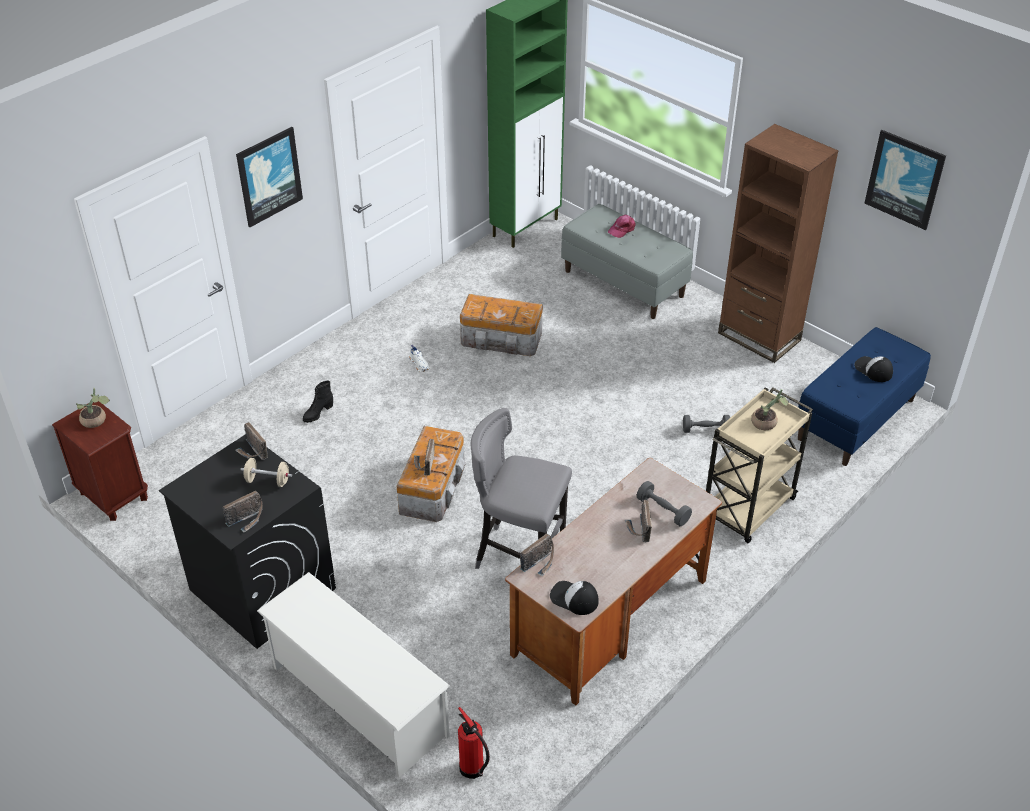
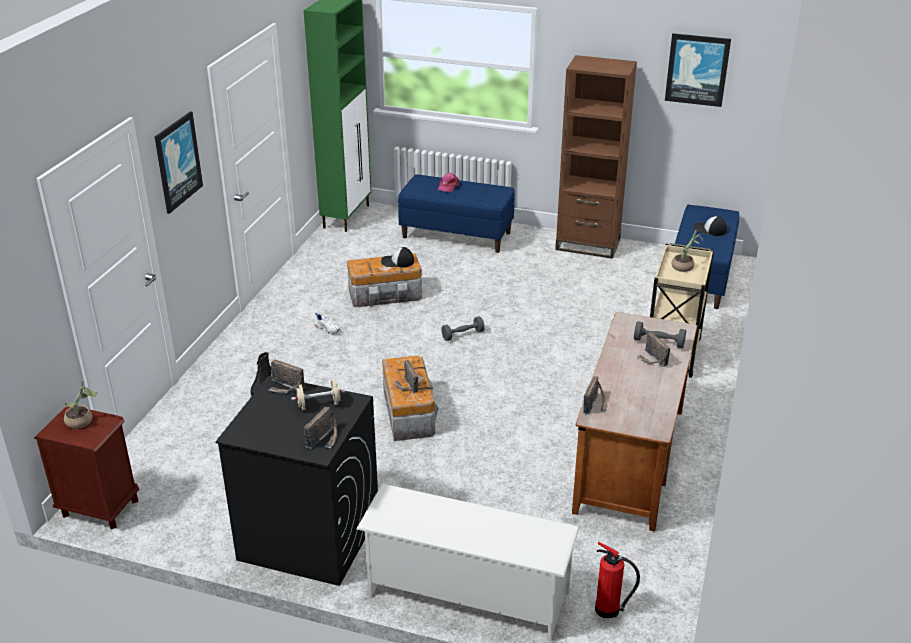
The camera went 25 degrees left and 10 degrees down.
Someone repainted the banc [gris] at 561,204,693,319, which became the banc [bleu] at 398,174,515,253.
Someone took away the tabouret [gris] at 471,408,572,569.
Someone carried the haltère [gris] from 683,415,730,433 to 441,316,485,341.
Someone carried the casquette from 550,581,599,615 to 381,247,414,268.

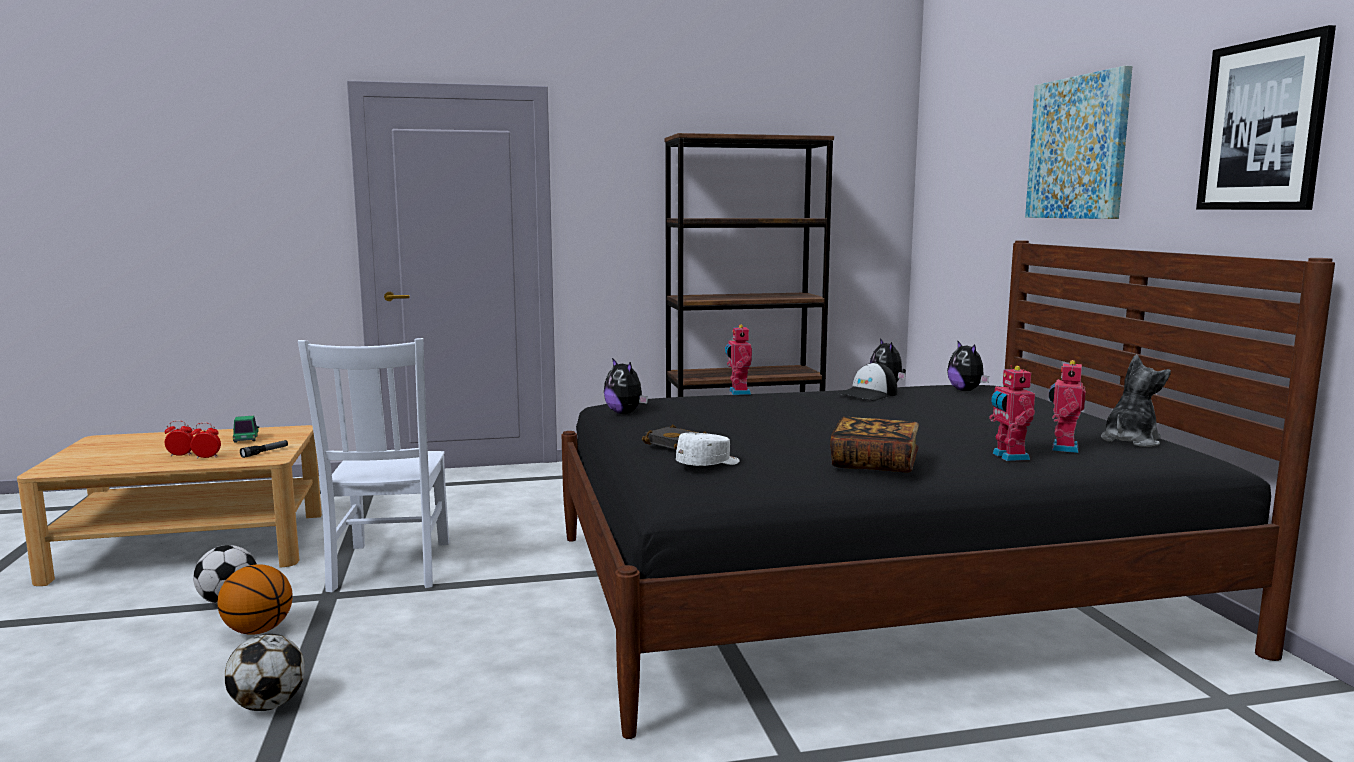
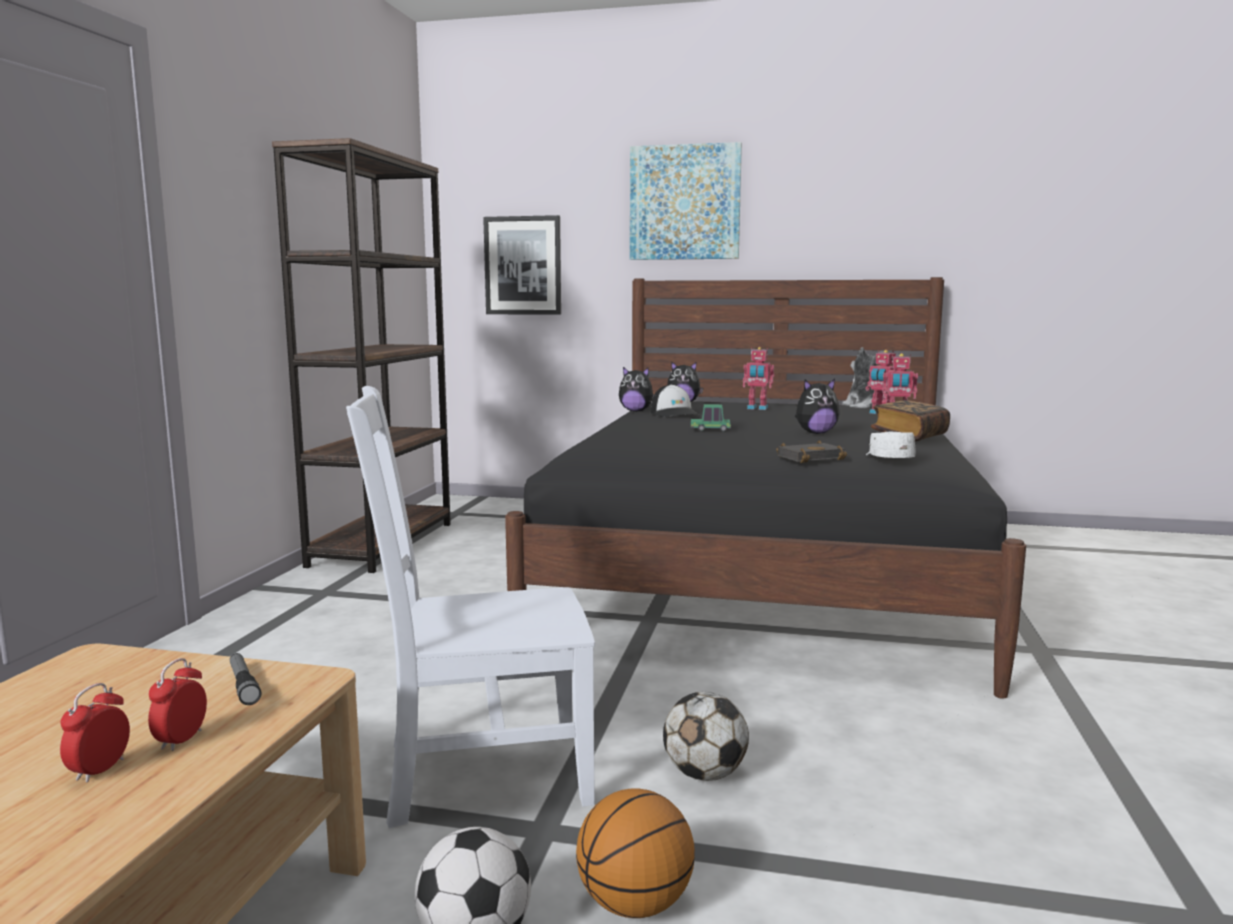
The camera went 65 degrees left and 0 degrees up.
Someone carried the tableau from 1196,25,1336,210 to 483,215,561,315.
Someone carried the robot jouet from 725,325,752,395 to 743,347,775,410.
Someone rotated the chaise [blanc] at 298,338,450,592 by 150 degrees clockwise.
Someone carried the peluche from 604,358,648,414 to 795,379,840,434.
Someone carried the petite voiture from 233,416,259,443 to 691,404,731,431.
Someone carried the ballon de foot from 224,634,305,711 to 663,692,749,781.

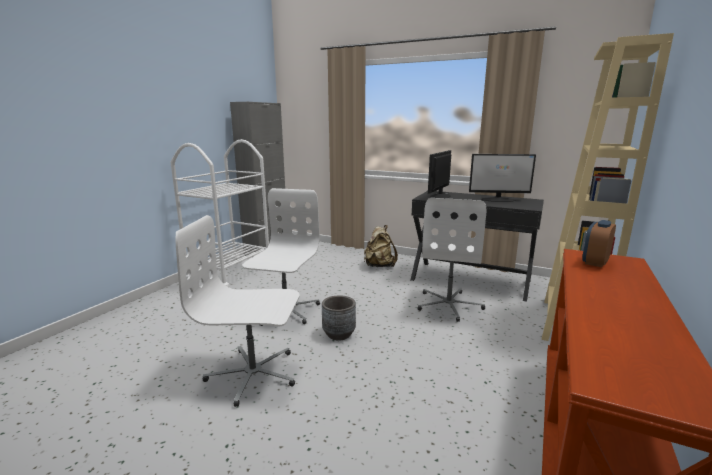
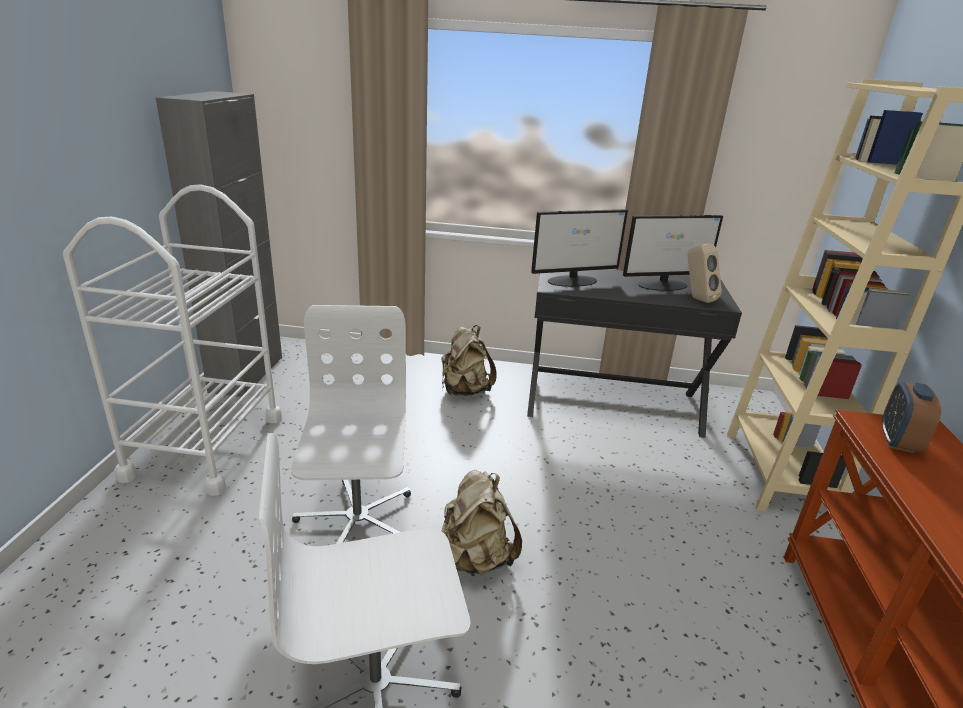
The camera went 20 degrees left and 10 degrees up.
Someone rotated the écran d'ordinateur at 428,150,451,198 by 120 degrees counterclockwise.
Someone took away the chaise de bureau [blanc] at 417,198,486,322.
Someone swapped the cache-pot [gris] at 322,296,356,341 for the sac à dos [beige] at 442,470,522,574.
Someone put down the enceinte [beige] at 687,243,722,303.

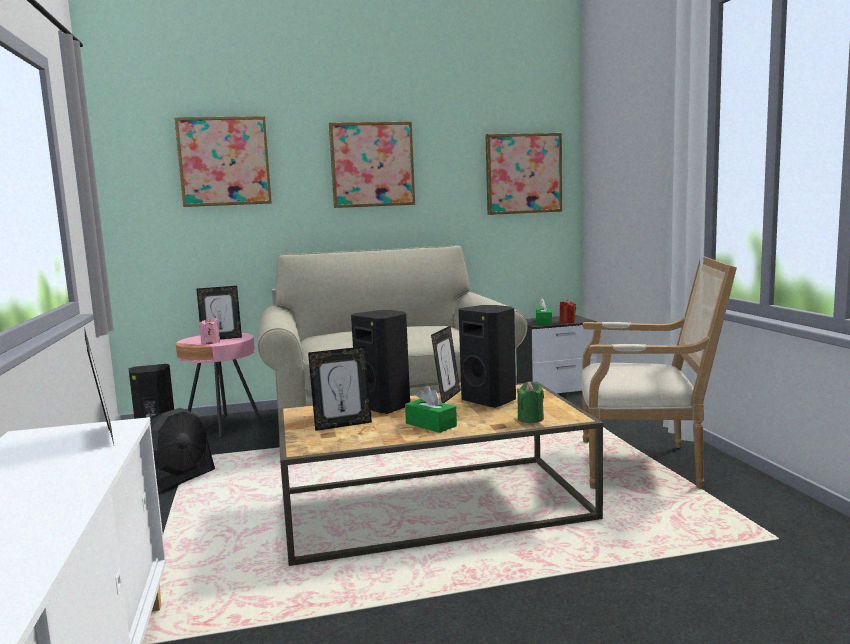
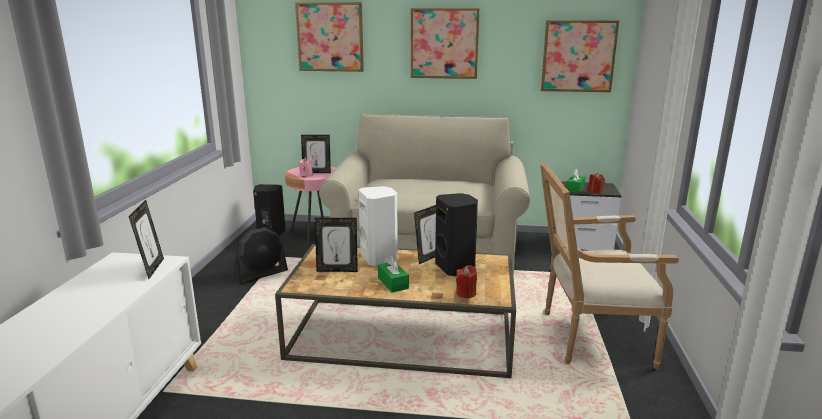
The camera went 20 degrees right and 10 degrees up.
Someone rotated the fauteuil at 581,257,737,489 by 150 degrees clockwise.
Someone repainted the enceinte [noir] at 351,310,410,414, which became the enceinte [blanc] at 358,186,398,266.
Someone repainted the bougie [vert] at 517,382,544,423, which became the bougie [rouge] at 456,265,477,298.

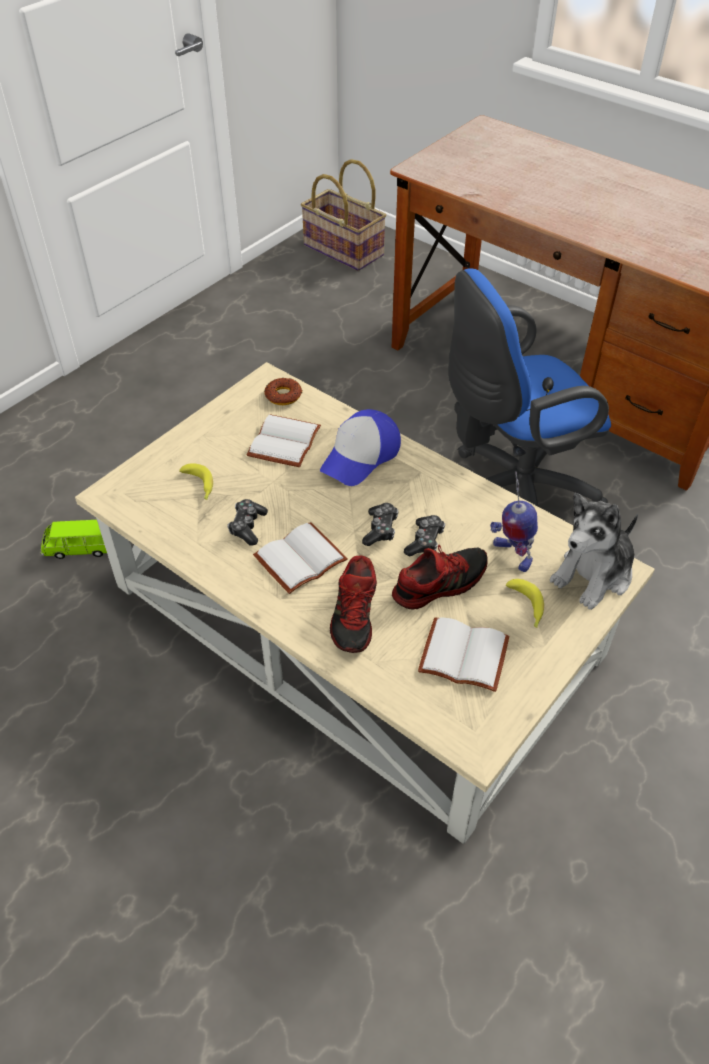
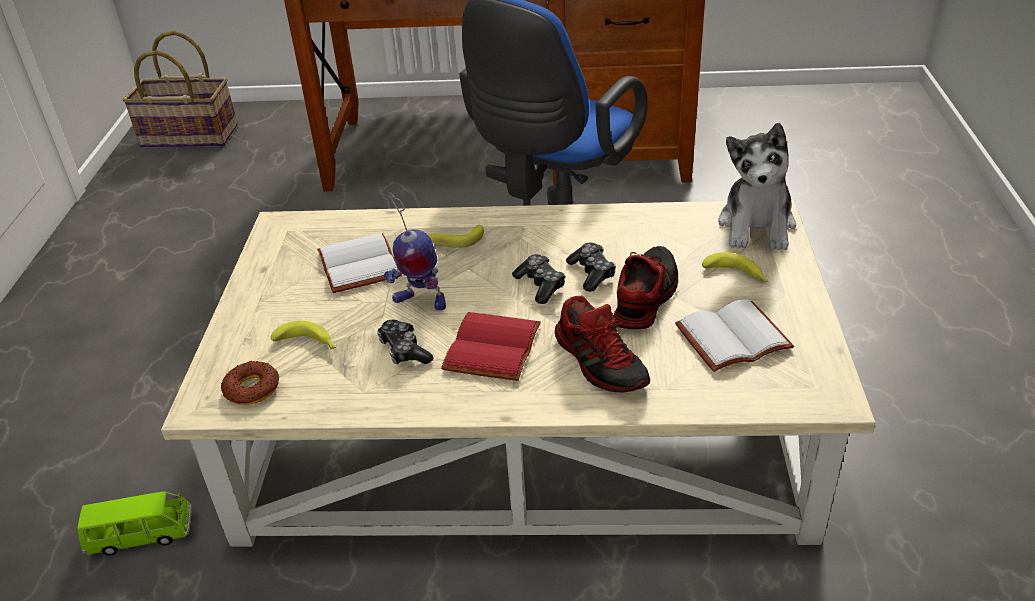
The camera went 35 degrees left and 10 degrees down.
Someone carried the beignet from 264,378,303,405 to 221,361,279,405.
Someone swapped the casquette at 320,409,401,486 for the banane at 427,225,484,248.
Someone carried the robot jouet from 490,471,538,572 to 384,192,446,311.
Someone rotated the petite voiture [vert] at 41,520,107,559 by 150 degrees counterclockwise.
Someone repainted the livre [blanc] at 253,522,348,594, which became the livre [rouge] at 441,312,541,381.

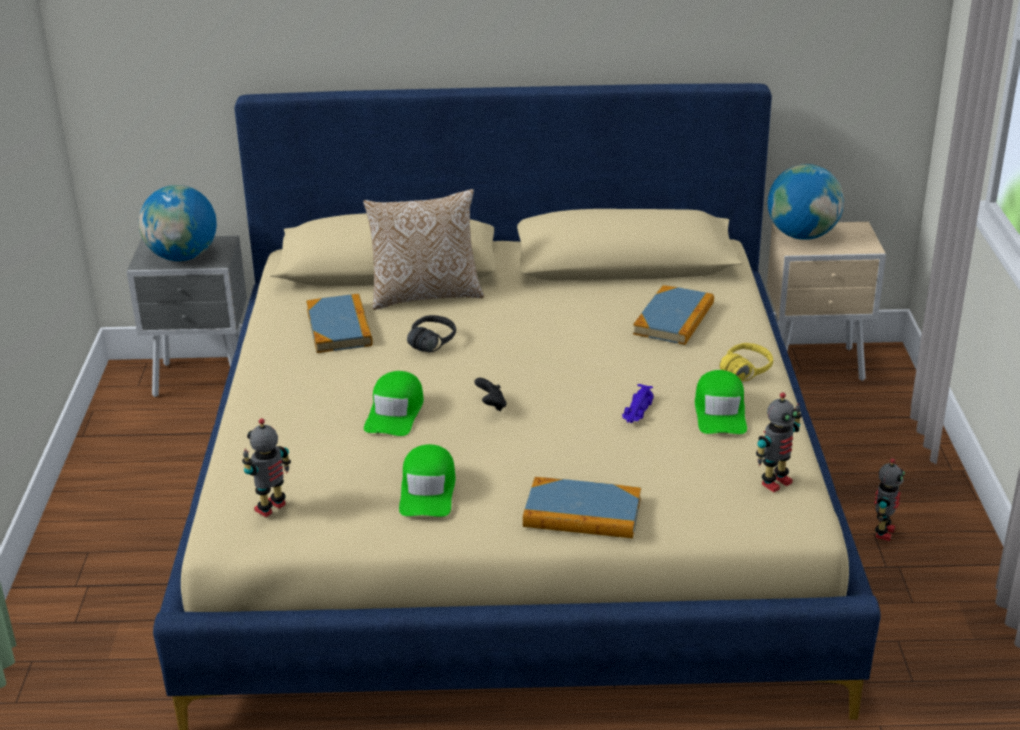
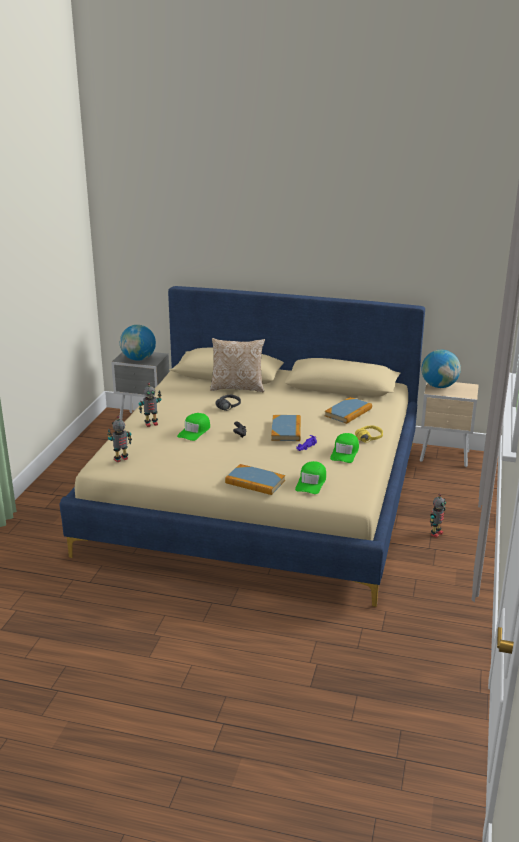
The camera went 15 degrees right and 5 degrees down.
Someone carried the livre from 306,294,373,353 to 271,415,301,441.
Someone carried the robot jouet from 756,392,802,492 to 139,383,161,427.
Someone carried the casquette [vert] from 399,444,456,517 to 295,461,326,494.

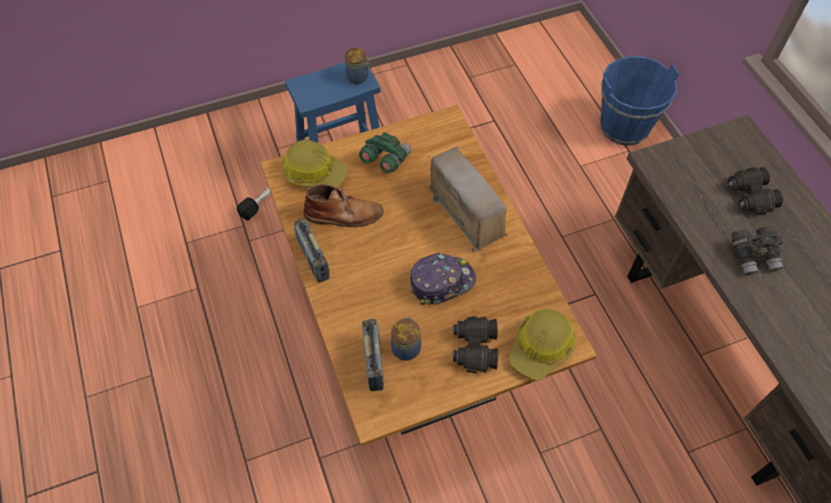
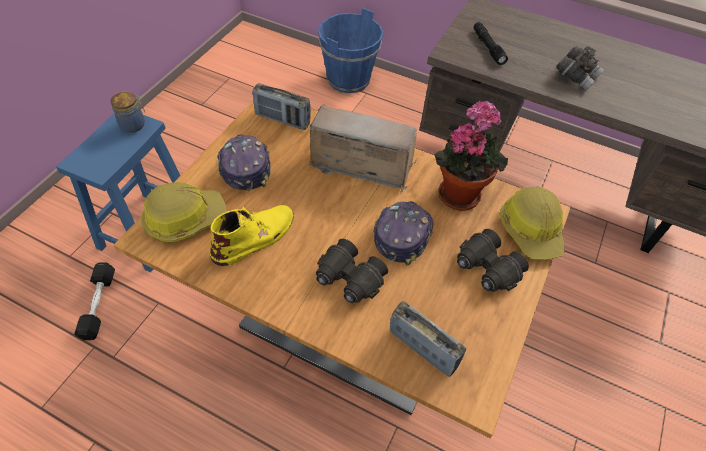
The camera went 45 degrees left and 5 degrees down.
Someone swapped the jumelles [vert] at 359,132,411,173 for the casquette at 217,134,271,191.
Someone carried the jumelles [noir] from 728,167,783,214 to 316,239,388,303.
Someone repainted the botte [marron] at 303,184,384,227, which became the botte [jaune] at 210,205,294,266.
Someone carried the radio from 294,219,330,282 to 253,83,311,130.
Someone took away the bocal at 391,316,421,361.
Someone put down the lampe de poche [noir] at 474,22,508,65.
Someone put down the plante en pot at 434,101,508,211.

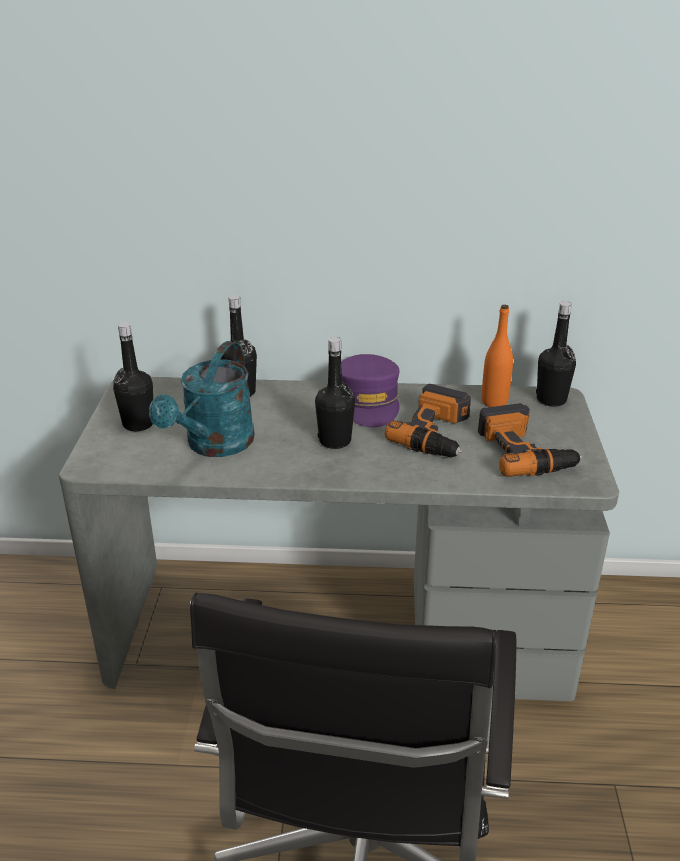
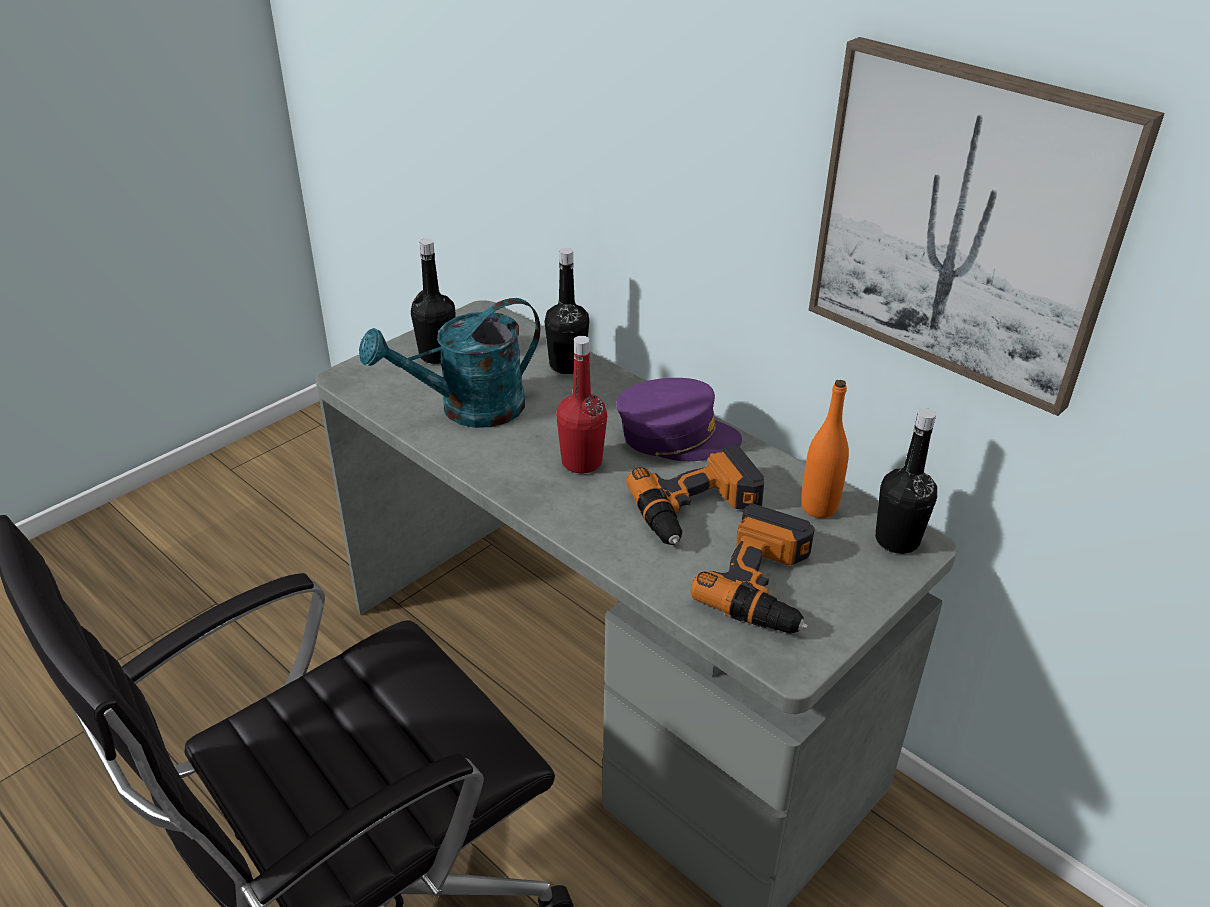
The camera went 40 degrees right and 5 degrees up.
Someone repainted the bouteille [noir] at 315,337,355,449, which became the bouteille [rouge] at 556,336,607,473.
Someone rotated the casquette [violet] at 341,354,400,427 by 120 degrees counterclockwise.
Someone put up the tableau at 809,37,1165,416.

